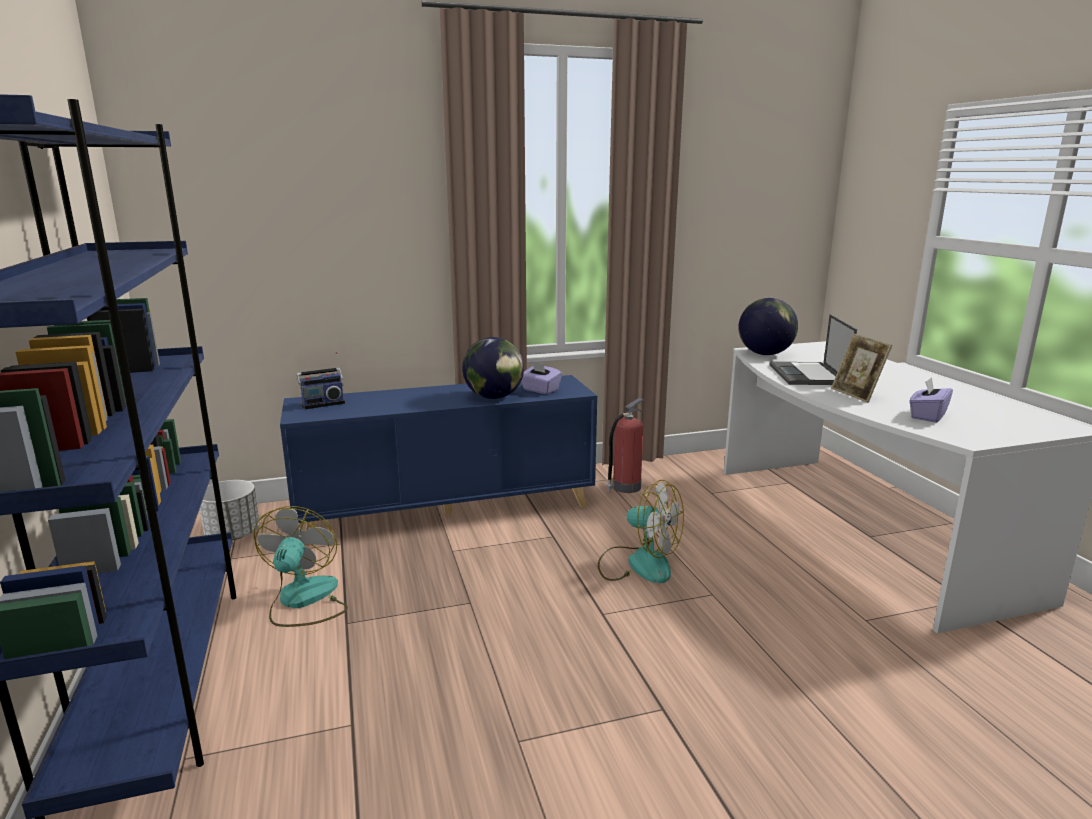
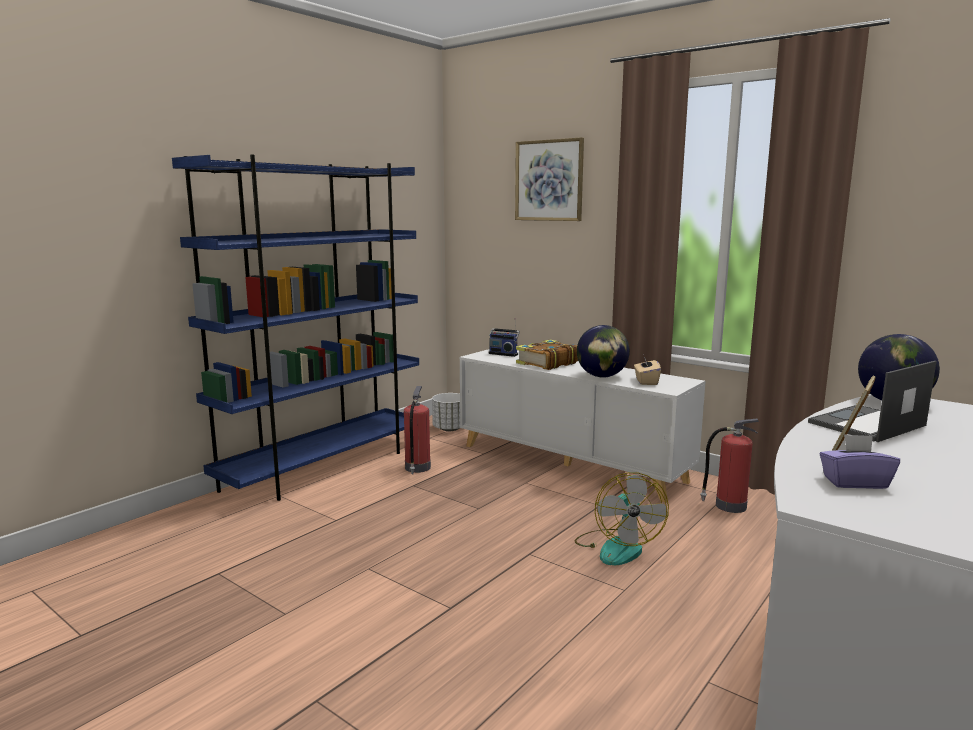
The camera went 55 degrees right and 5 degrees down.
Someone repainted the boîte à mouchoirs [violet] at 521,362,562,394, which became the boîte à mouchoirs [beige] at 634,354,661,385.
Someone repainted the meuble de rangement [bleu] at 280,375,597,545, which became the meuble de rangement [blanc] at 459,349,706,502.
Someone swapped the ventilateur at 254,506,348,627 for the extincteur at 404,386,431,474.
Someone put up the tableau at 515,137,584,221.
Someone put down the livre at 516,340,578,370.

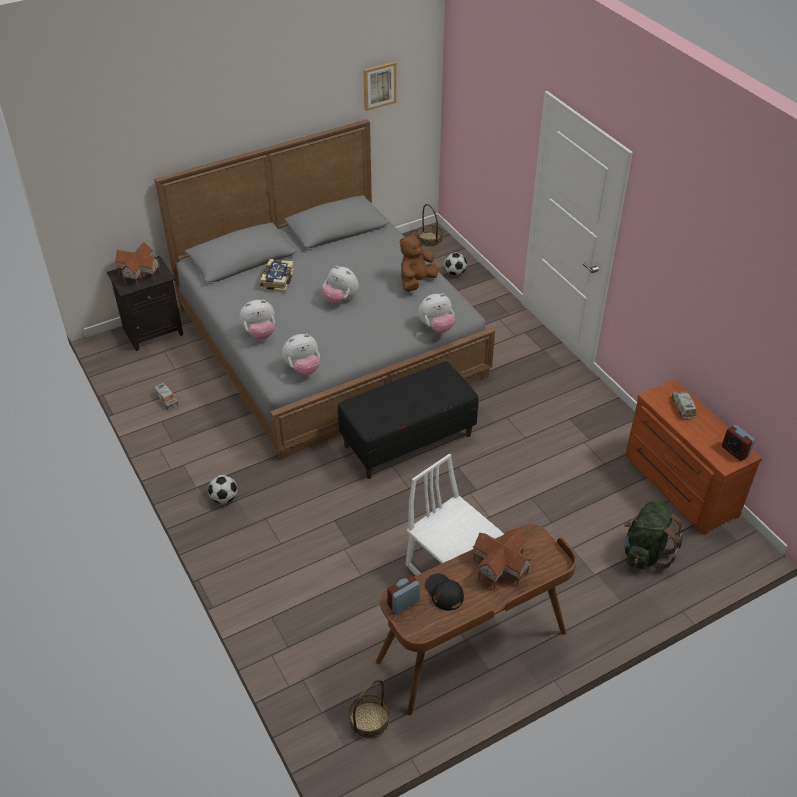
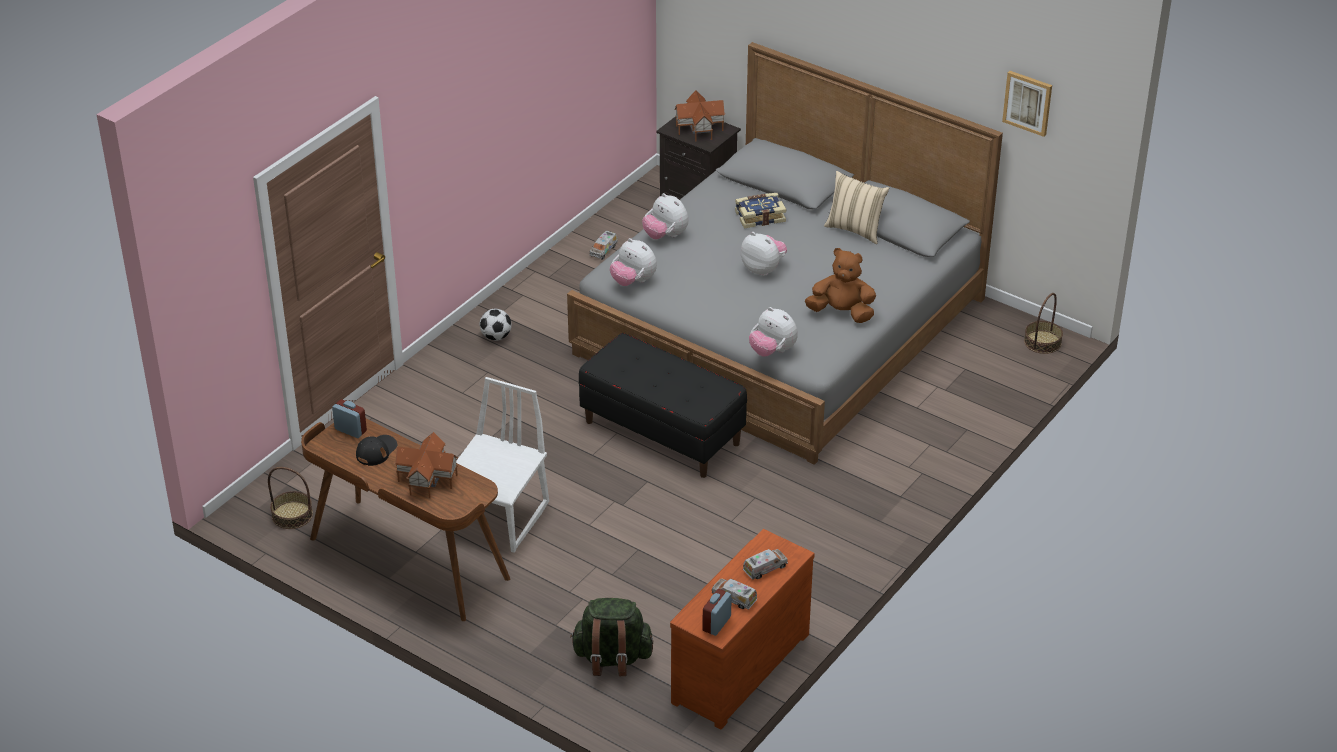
The camera went 65 degrees right and 5 degrees down.
Someone took away the ballon de foot at 444,253,467,276.
Someone rotated the peluche at 321,265,359,304 by 120 degrees clockwise.
Someone put down the coussin [beige] at 824,171,889,244.
Someone put down the camion jouet at 712,579,757,610.

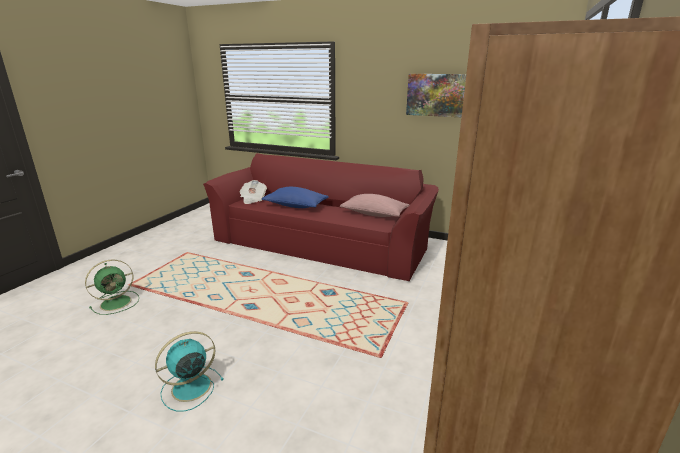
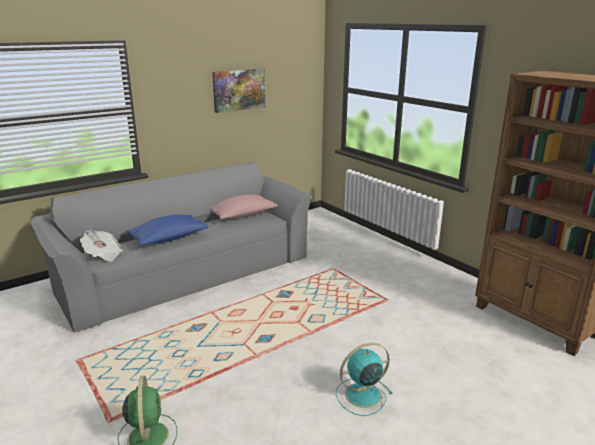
The camera went 60 degrees left and 0 degrees up.
Someone repainted the canapé [rouge] at 203,153,439,281, which became the canapé [gris] at 31,162,311,333.
Someone rotated the ventilateur [turquoise] at 155,331,224,412 by 75 degrees clockwise.

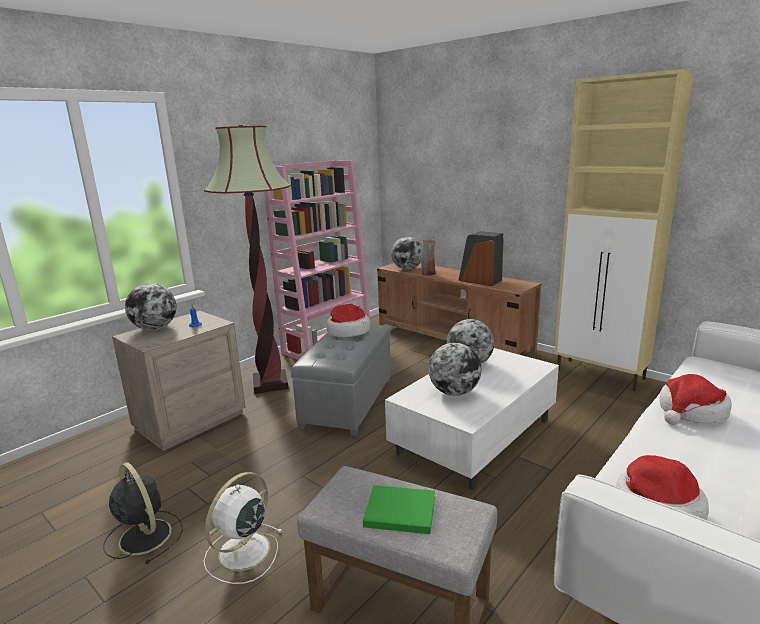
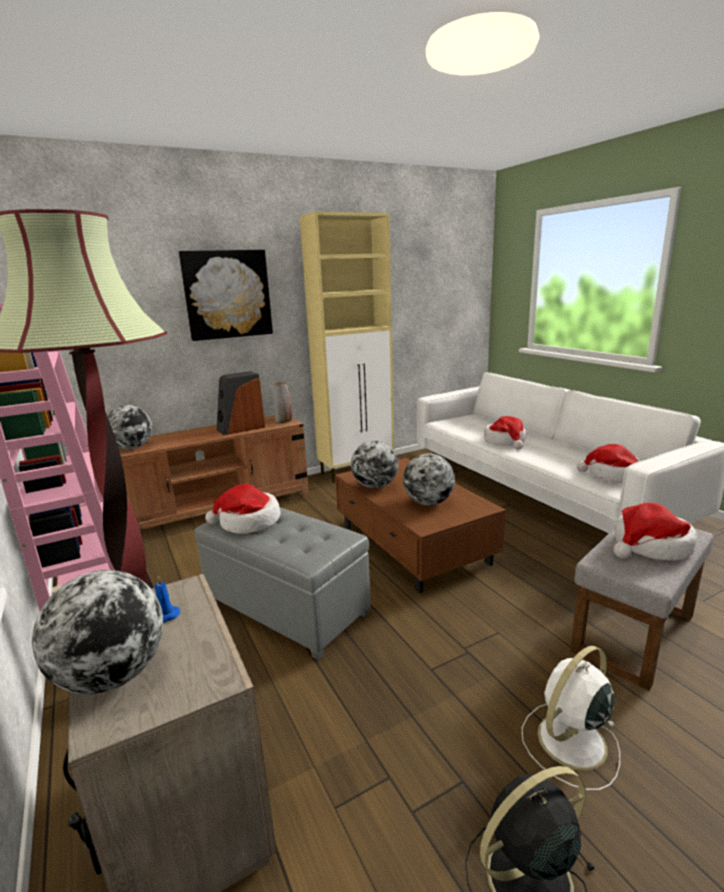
The camera went 70 degrees left and 0 degrees up.
Someone carried the vase from 421,239,436,276 to 272,382,292,423.
Someone repainted the table basse [blanc] at 385,348,559,490, which became the table basse [marron] at 335,458,506,593.
Someone rotated the ventilateur [blanc] at 203,472,283,584 by 90 degrees clockwise.
Someone swapped the livre [vert] at 363,485,435,534 for the chapeau at 614,502,697,561.
Someone put up the tableau at 179,250,273,341.

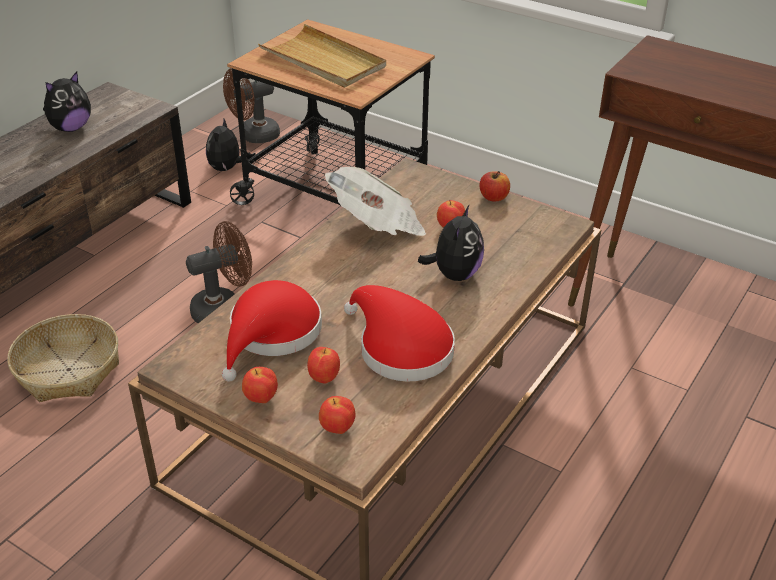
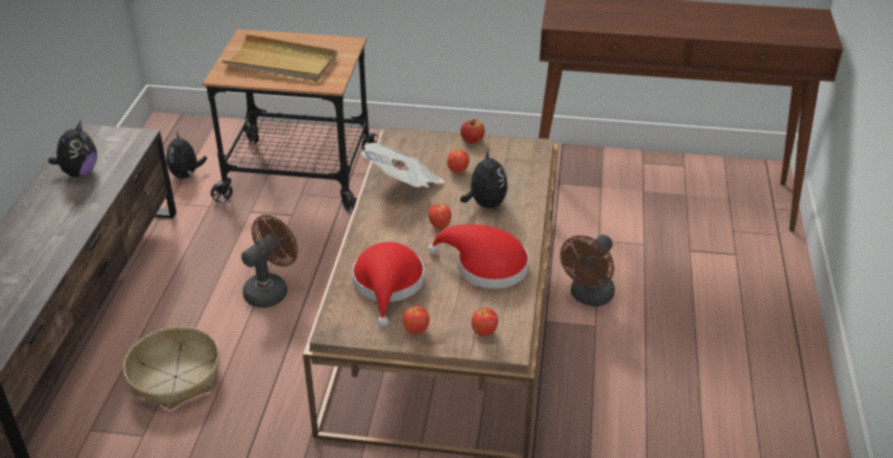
The camera went 25 degrees left and 0 degrees up.
Someone carried the ventilateur [marron] from 223,68,280,143 to 560,235,615,307.
Someone carried the pomme from 307,347,340,384 to 428,204,451,229.

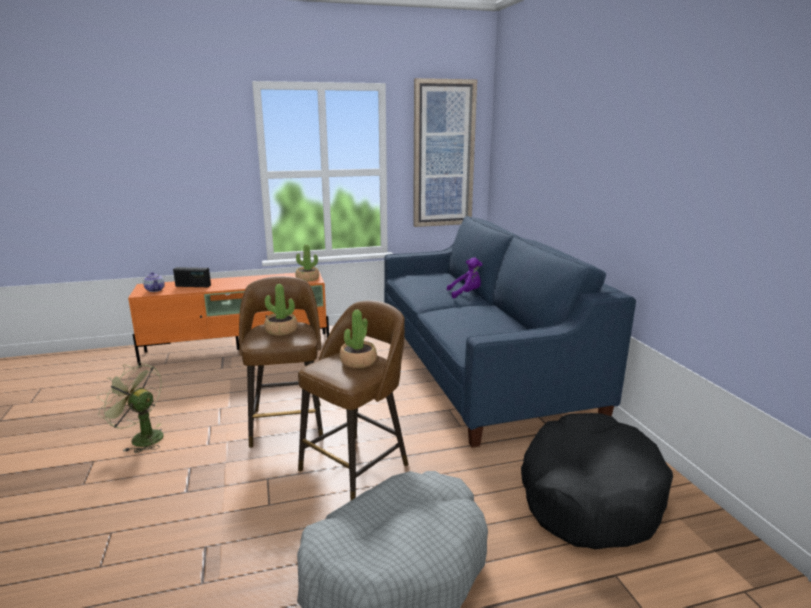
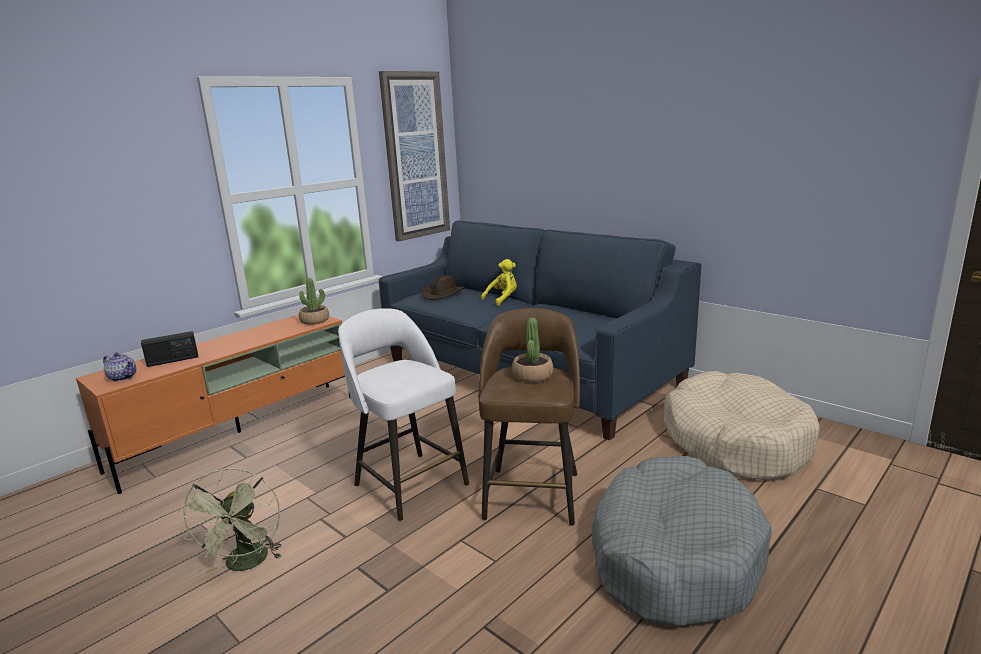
The camera went 30 degrees left and 0 degrees up.
Someone repainted the peluche [violet] at 447,257,482,298, which became the peluche [jaune] at 481,259,517,306.
Someone repainted the tabouret [marron] at 239,276,323,448, which became the tabouret [blanc] at 338,308,469,521.
Someone took away the plante en pot at 264,284,298,335.
Someone rotated the ventilateur [vert] at 97,362,164,453 by 90 degrees counterclockwise.
Someone repainted the panier pour chien [noir] at 521,413,673,549, which became the panier pour chien [beige] at 664,371,820,481.
Someone put down the chapeau [marron] at 422,275,465,300.

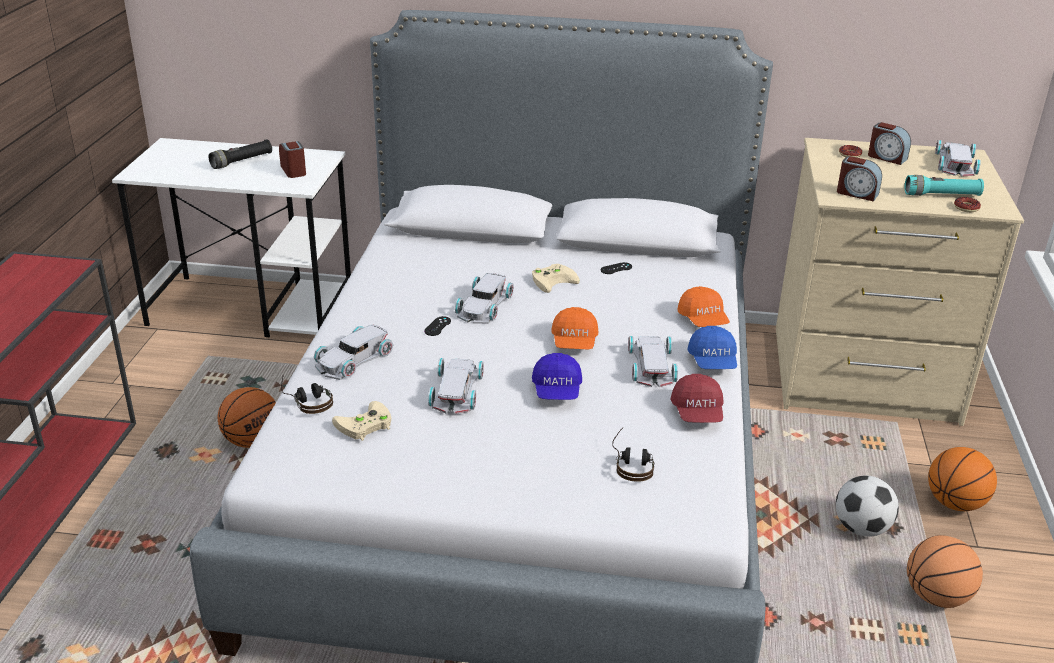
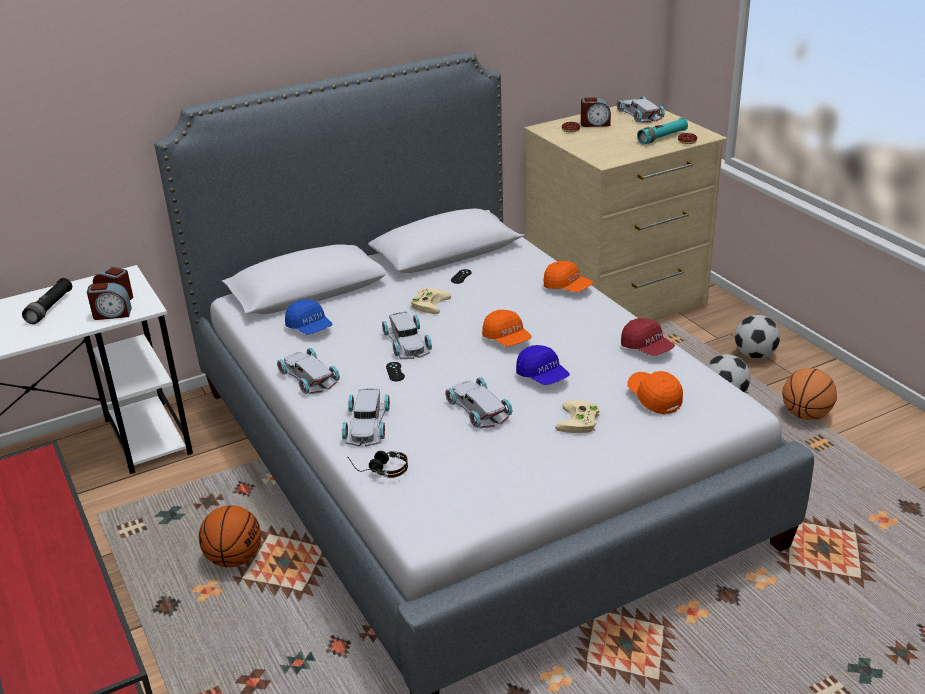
The camera went 35 degrees left and 0 degrees up.
Someone carried the réveil from 837,156,882,202 to 87,282,132,320.
Someone carried the casquette [bleu] from 687,326,737,369 to 285,300,332,335.
Someone carried the petite voiture [blanc] from 628,336,678,387 to 277,348,340,394.
Someone carried the manette [beige] from 332,401,391,441 to 555,400,600,433.
Someone swapped the casque audio at 612,428,654,482 for the casquette [orange] at 627,371,683,415.
Someone swapped the ballon de basket at 928,447,997,511 for the ballon de foot at 735,315,780,359.

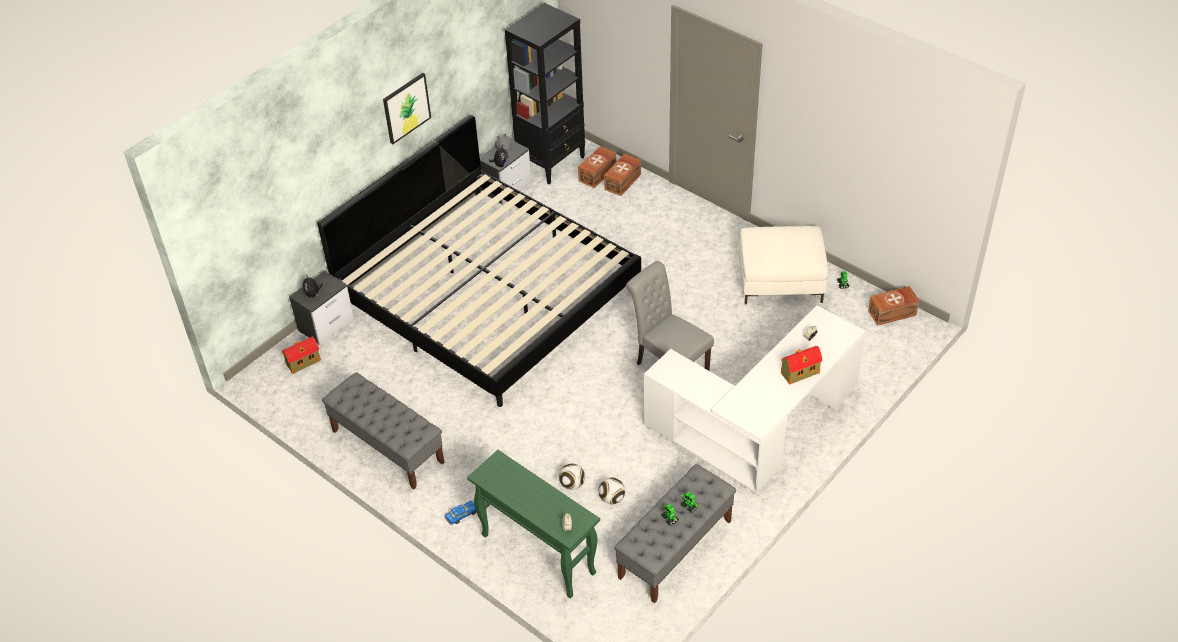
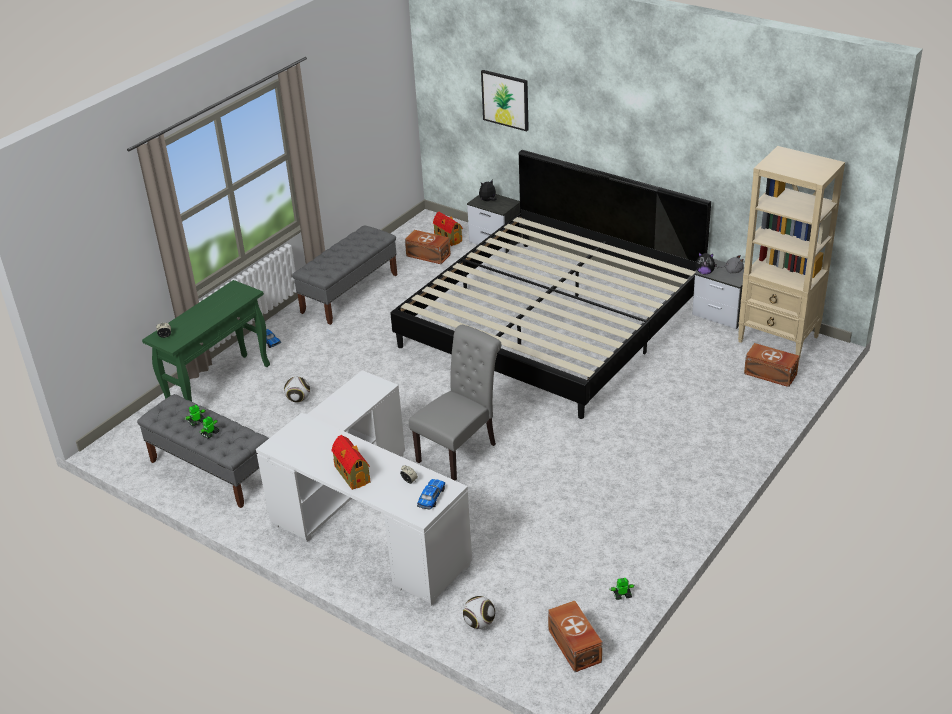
The camera went 85 degrees right and 10 degrees down.
Someone repainted the bibliothèque [noir] at 505,3,585,184, which became the bibliothèque [beige] at 738,146,845,359.
Someone carried the tableau from 383,73,431,144 to 481,70,529,131.
Someone carried the boîte de rangement [marron] from 604,154,641,196 to 405,230,451,264.
Someone took away the pouf [blanc] at 739,226,828,304.
Someone carried the ballon de foot from 599,478,625,504 to 463,596,495,629.
Someone put down the petite voiture at 417,479,445,510.

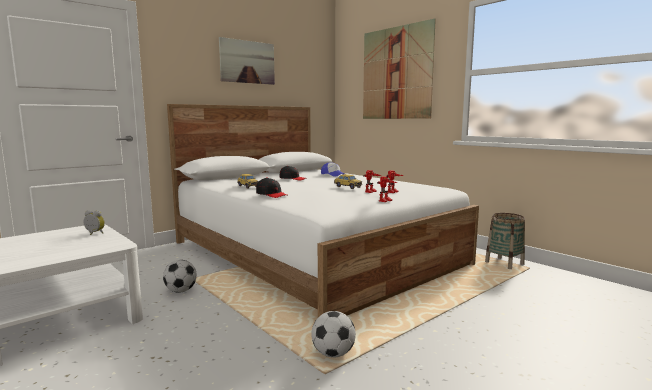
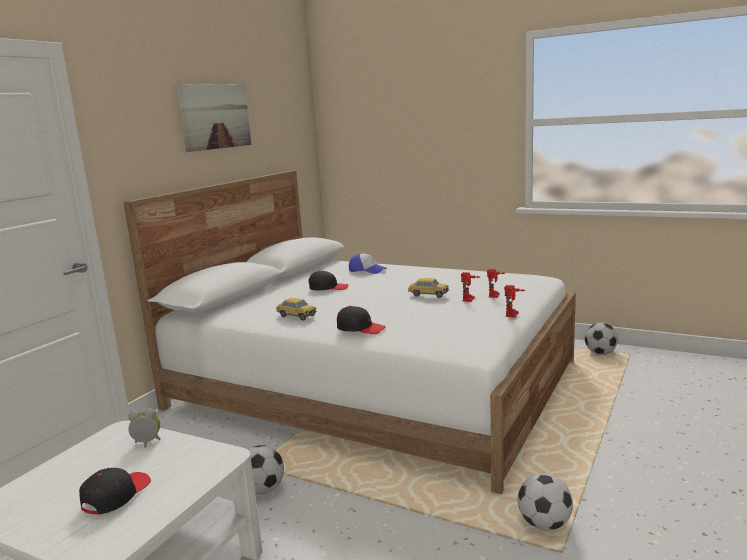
The camera went 20 degrees left and 5 degrees up.
Someone took away the tableau at 363,18,436,119.
Someone swapped the panier at 485,213,525,269 for the ballon de foot at 585,323,618,355.
Someone put down the casquette [noir] at 79,468,151,514.

